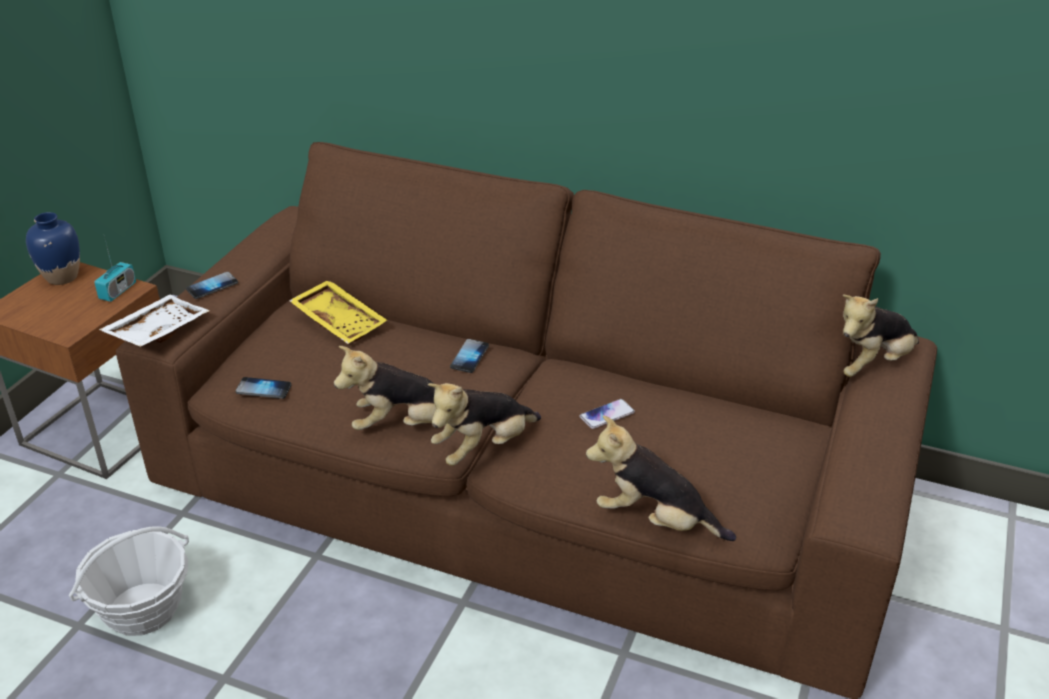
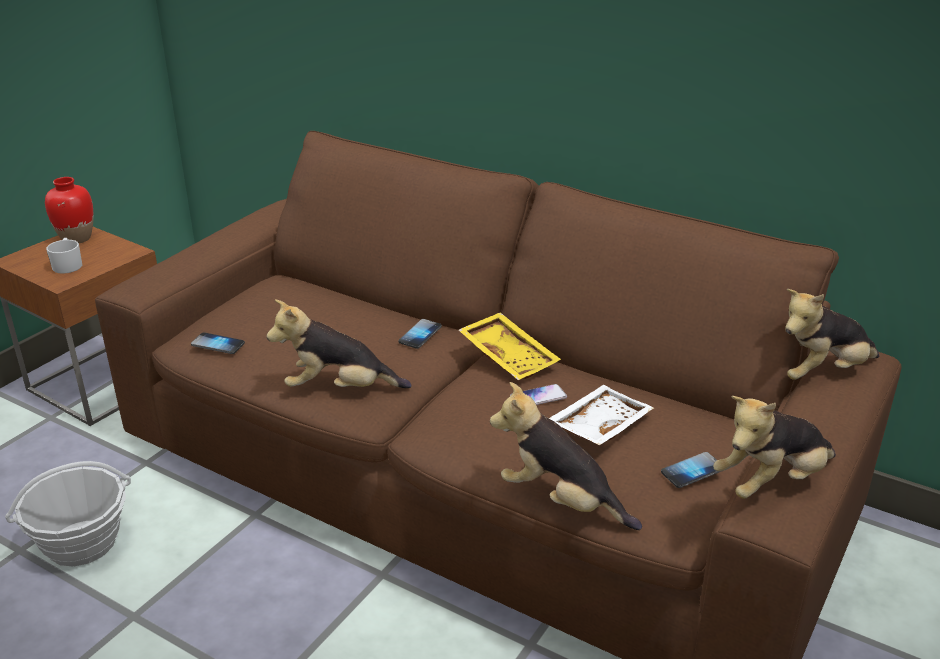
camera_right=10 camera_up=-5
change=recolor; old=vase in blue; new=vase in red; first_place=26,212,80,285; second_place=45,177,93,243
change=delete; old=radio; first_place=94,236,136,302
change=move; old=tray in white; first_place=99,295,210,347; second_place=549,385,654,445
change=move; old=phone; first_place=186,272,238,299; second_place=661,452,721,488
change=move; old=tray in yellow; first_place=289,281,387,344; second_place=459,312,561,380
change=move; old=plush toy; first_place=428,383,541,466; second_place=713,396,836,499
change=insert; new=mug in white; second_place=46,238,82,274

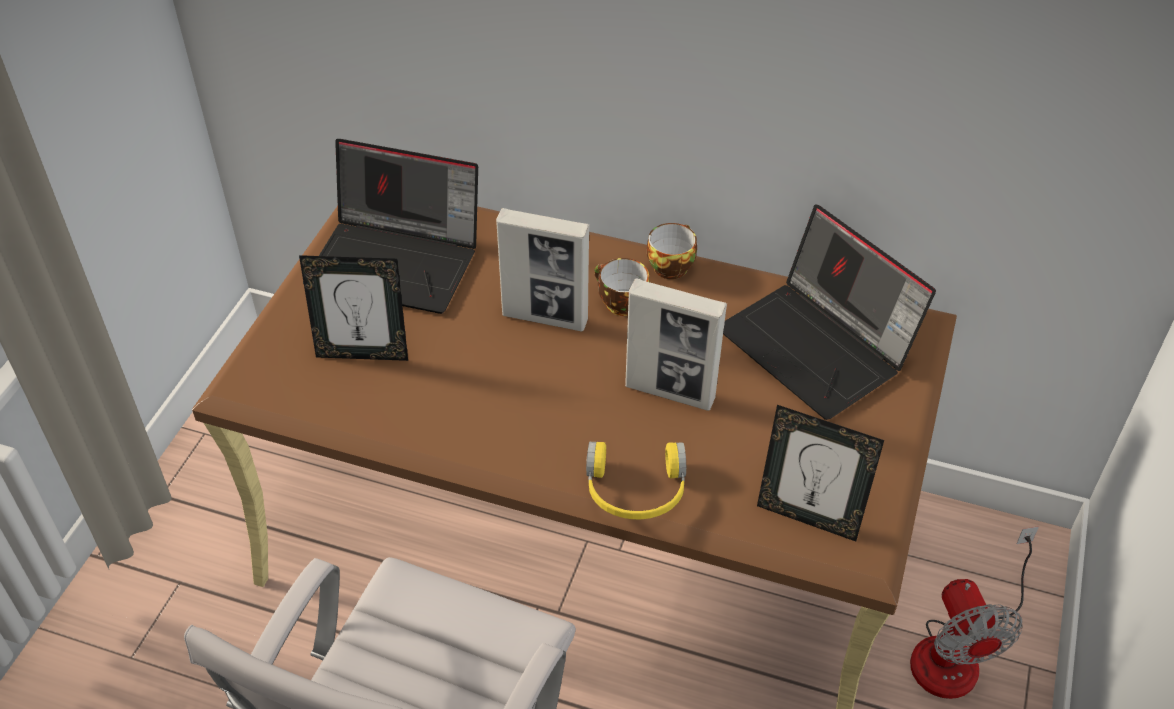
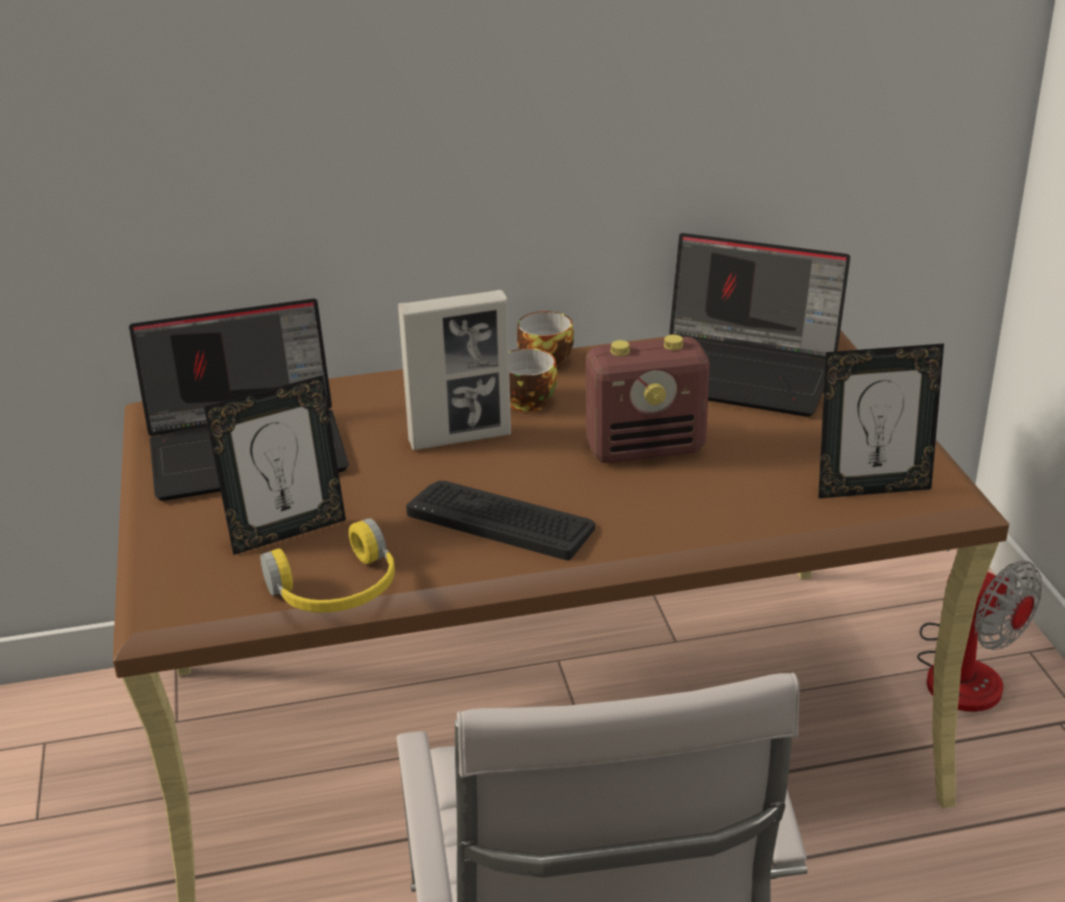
camera_right=-30 camera_up=-15
change=move; old=headphones in yellow; first_place=586,442,686,519; second_place=260,518,395,613
change=replace; old=picture frame; new=radio; first_place=625,278,727,411; second_place=586,335,710,463
change=insert; new=keyboard; second_place=406,481,595,560

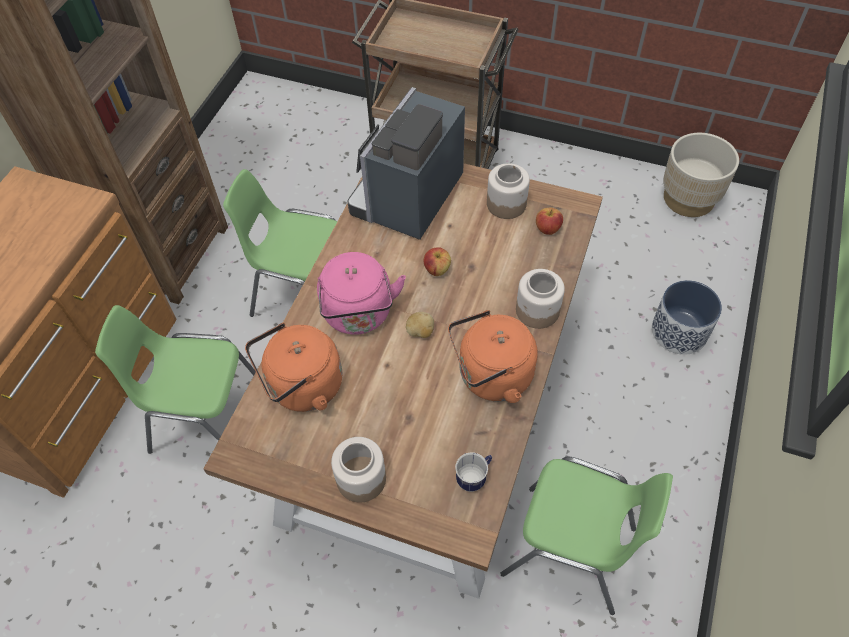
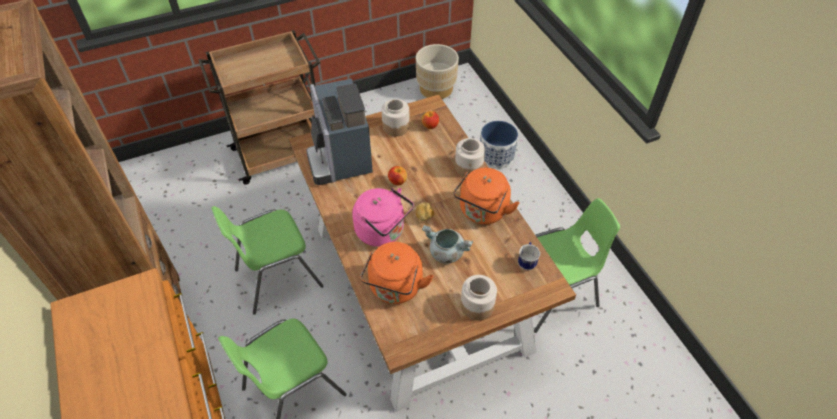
camera_right=-45 camera_up=-5
change=insert; new=cooking pot in grey; second_place=422,225,473,264

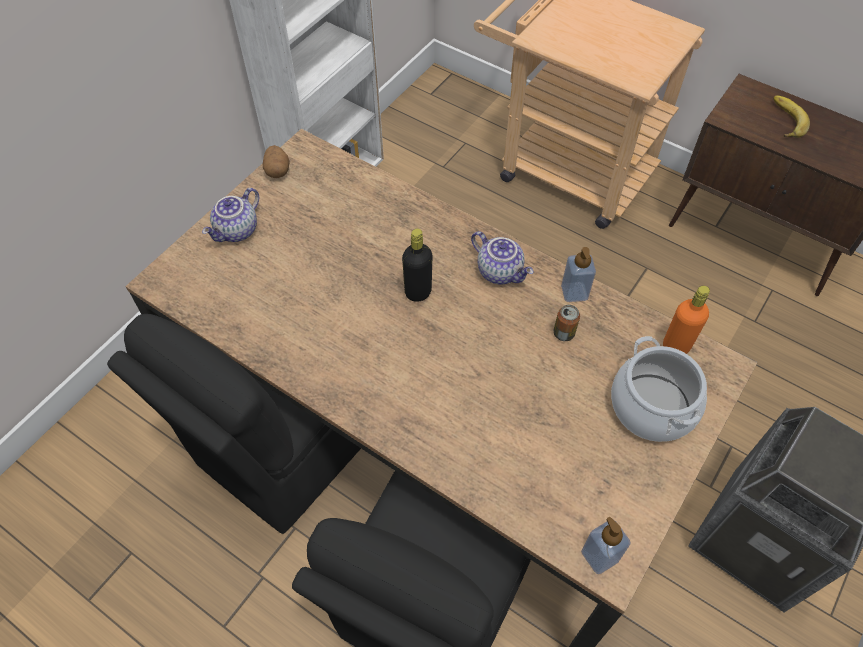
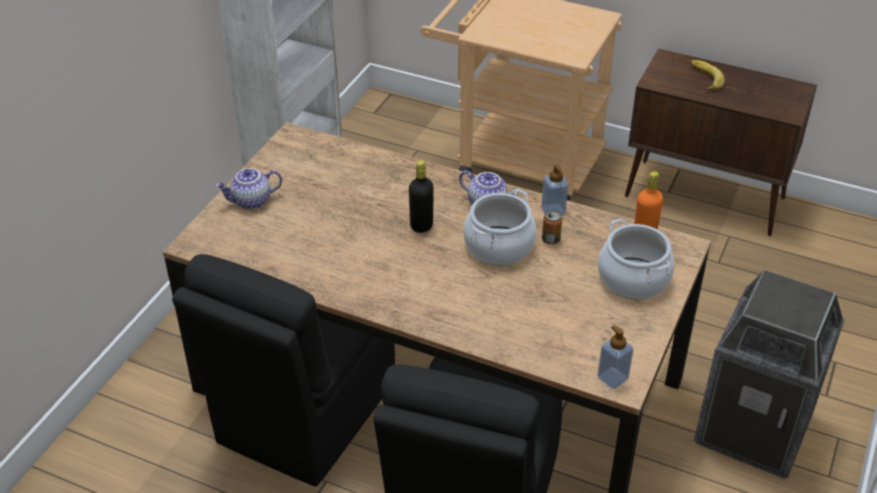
camera_right=-10 camera_up=-15
change=rotate; old=teapot; first_place=202,188,259,242; second_place=215,168,282,209; degrees=45
change=delete; old=potato; first_place=263,145,290,178
change=insert; new=cooking pot; second_place=463,189,536,266

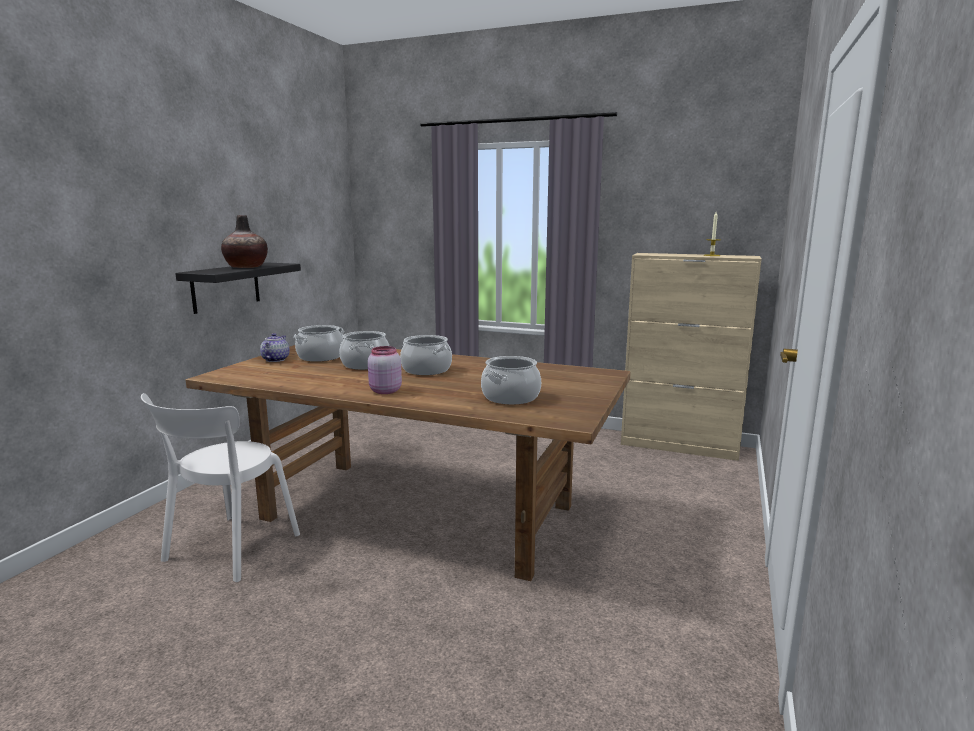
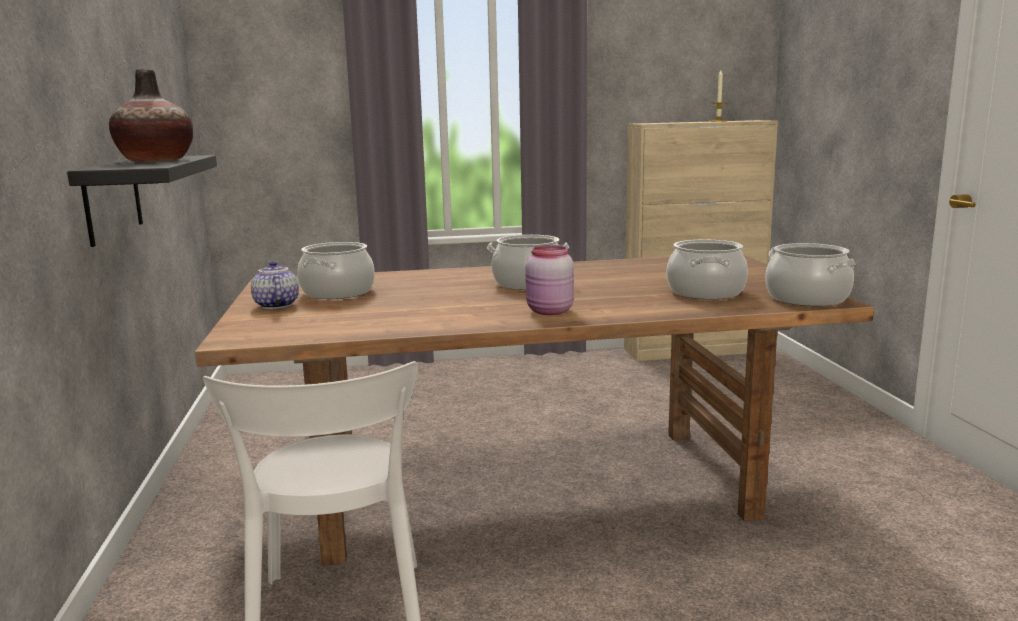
camera_right=-30 camera_up=0
change=move; old=cooking pot; first_place=339,331,389,370; second_place=765,243,856,306

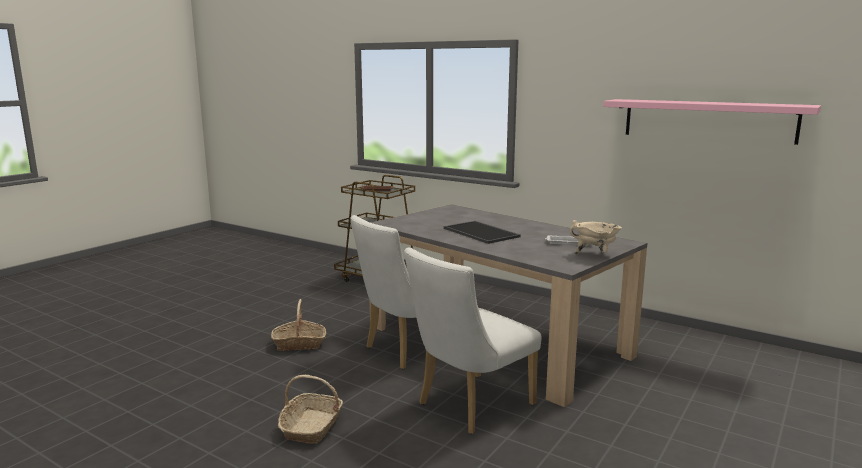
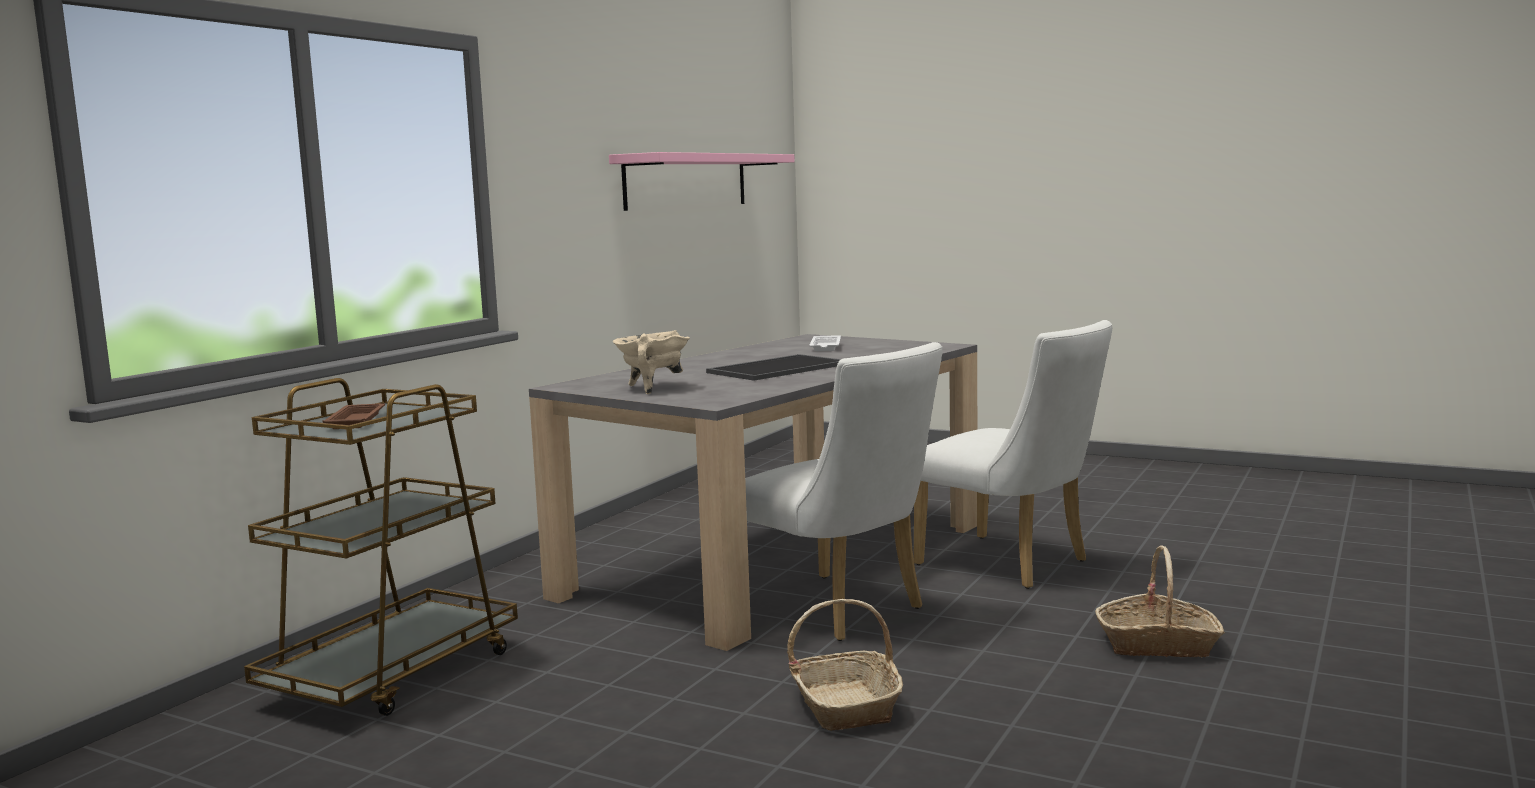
camera_right=-95 camera_up=-5
change=move; old=cooking pot in beige; first_place=570,220,622,255; second_place=613,330,690,394

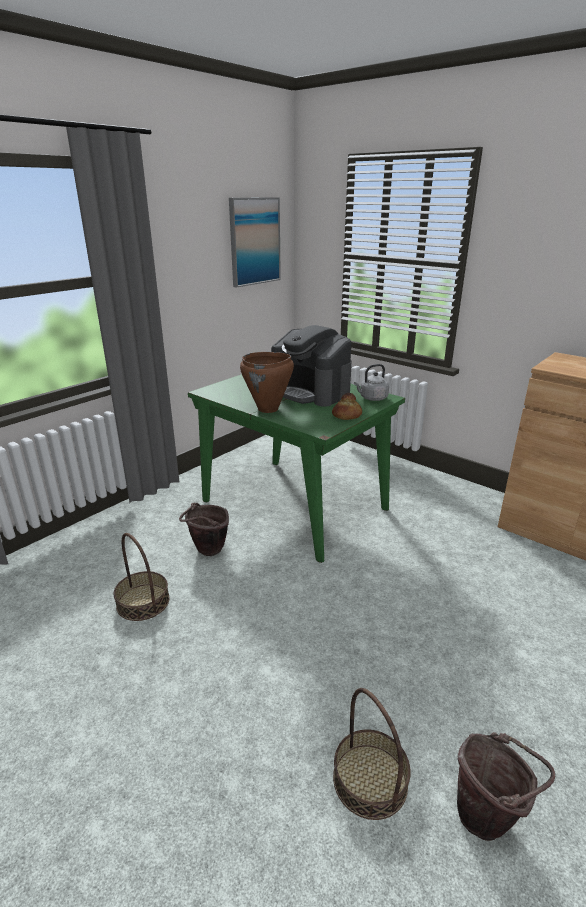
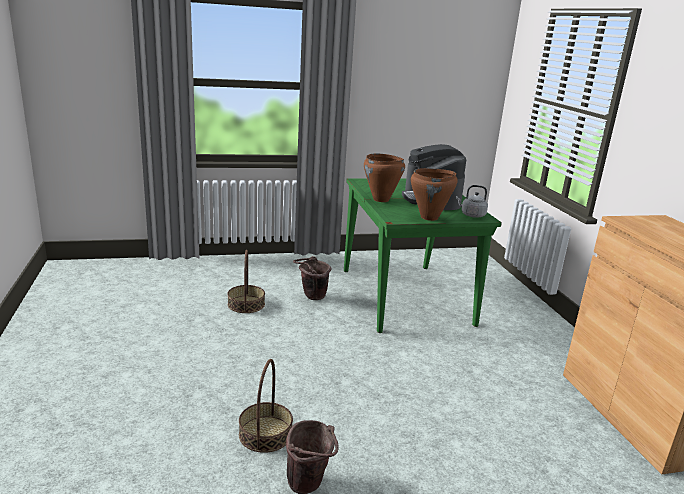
camera_right=35 camera_up=-5
change=delete; old=picture; first_place=229,197,281,287
change=replace; old=bread; new=cooking pot in brown; first_place=332,393,362,420; second_place=411,168,458,221

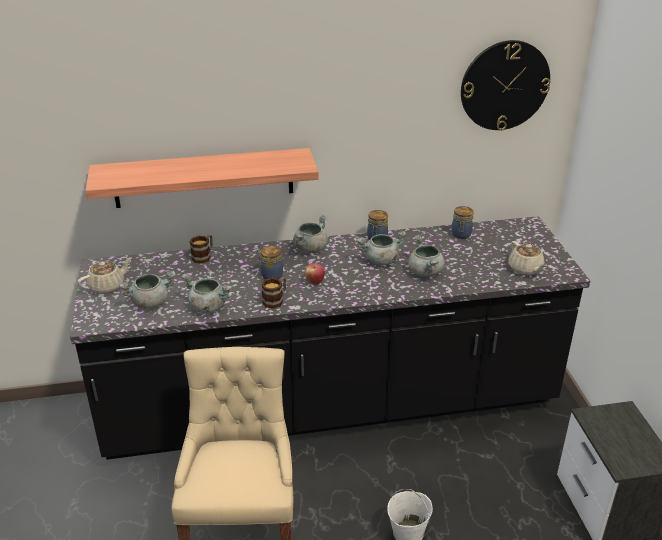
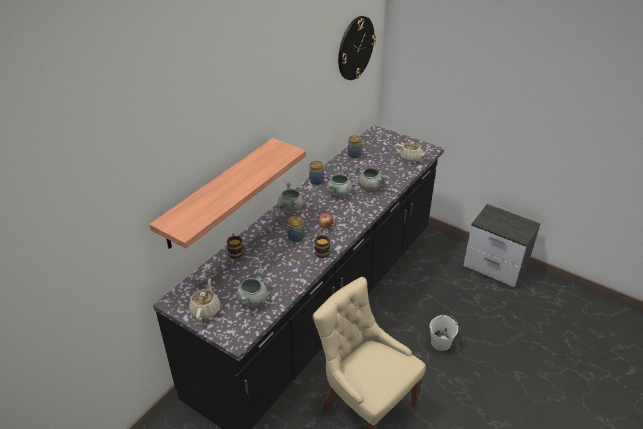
camera_right=-45 camera_up=5
change=delete; old=cooking pot in grey; first_place=181,274,232,313

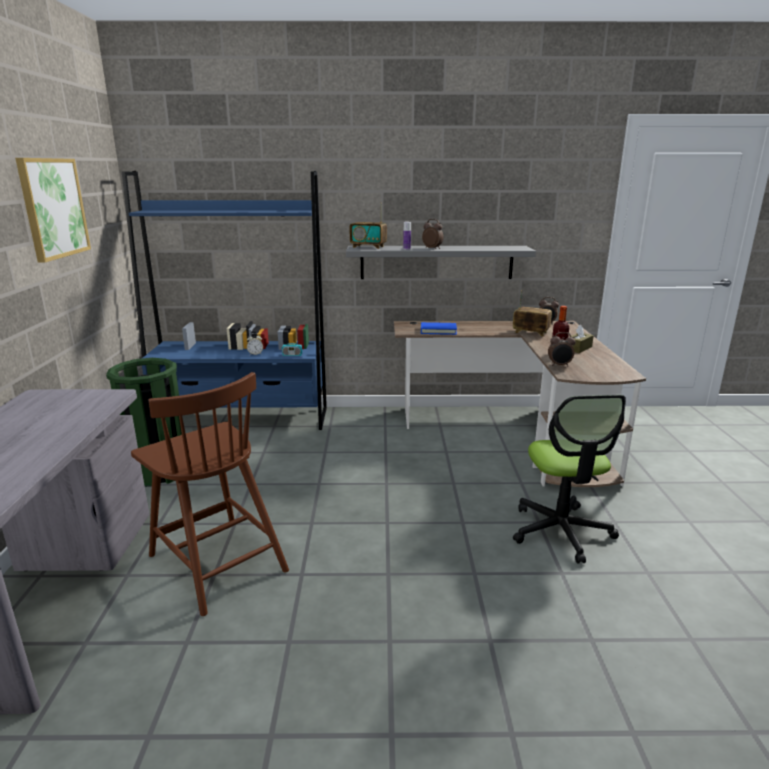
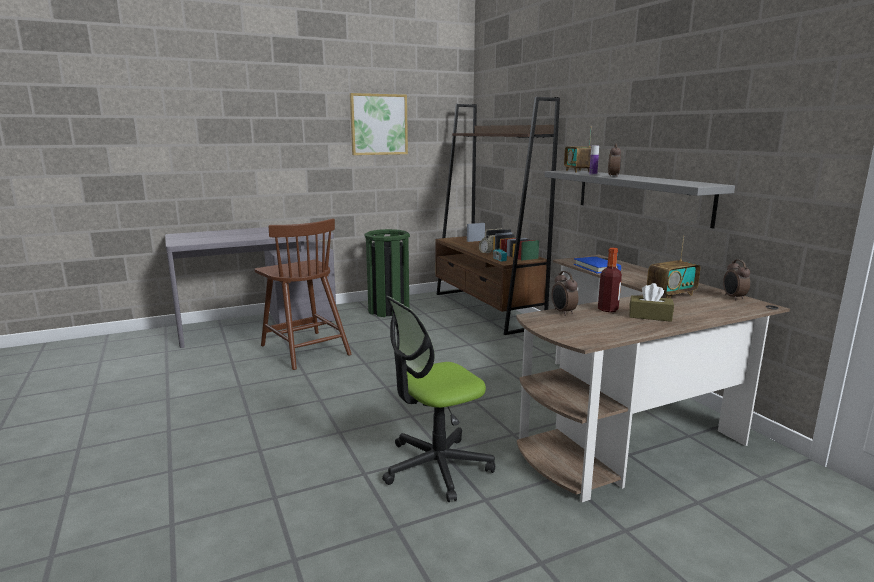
camera_right=65 camera_up=-5
change=recolor; old=bookcase in blue; new=bookcase in brown; first_place=122,171,327,430; second_place=435,97,560,335
change=rotate; old=chair in brown; first_place=131,372,289,616; second_place=254,218,352,370; degrees=-60
change=rotate; old=radio; first_place=513,290,552,336; second_place=647,236,700,298; degrees=60

